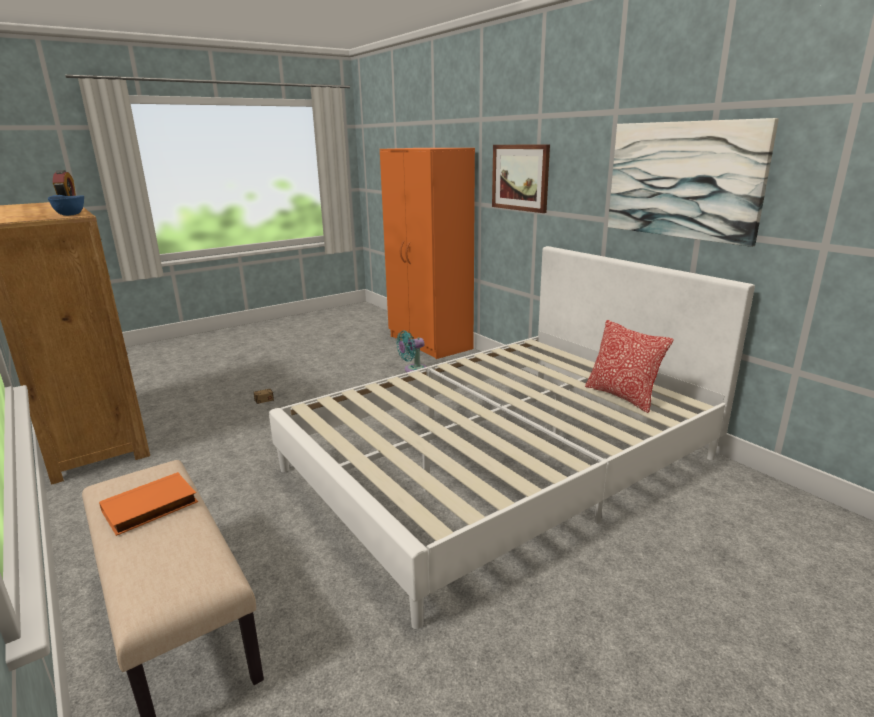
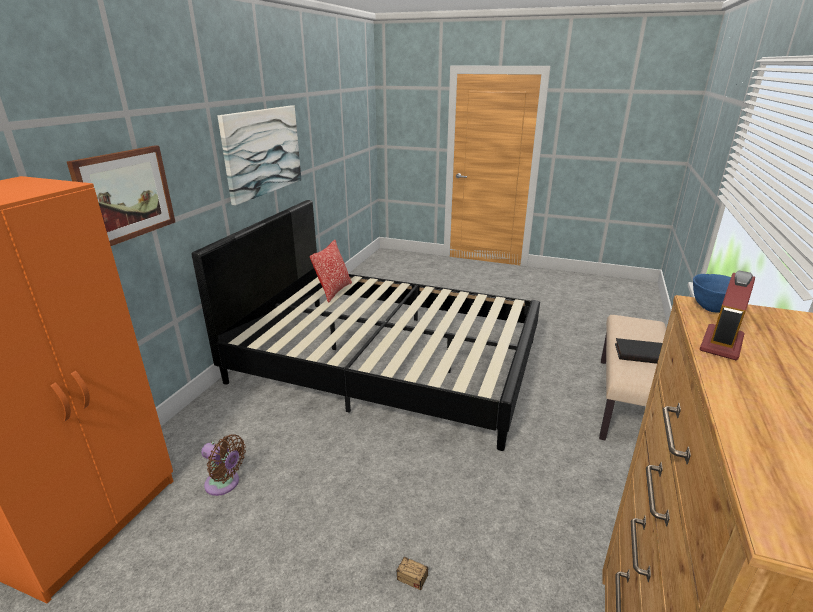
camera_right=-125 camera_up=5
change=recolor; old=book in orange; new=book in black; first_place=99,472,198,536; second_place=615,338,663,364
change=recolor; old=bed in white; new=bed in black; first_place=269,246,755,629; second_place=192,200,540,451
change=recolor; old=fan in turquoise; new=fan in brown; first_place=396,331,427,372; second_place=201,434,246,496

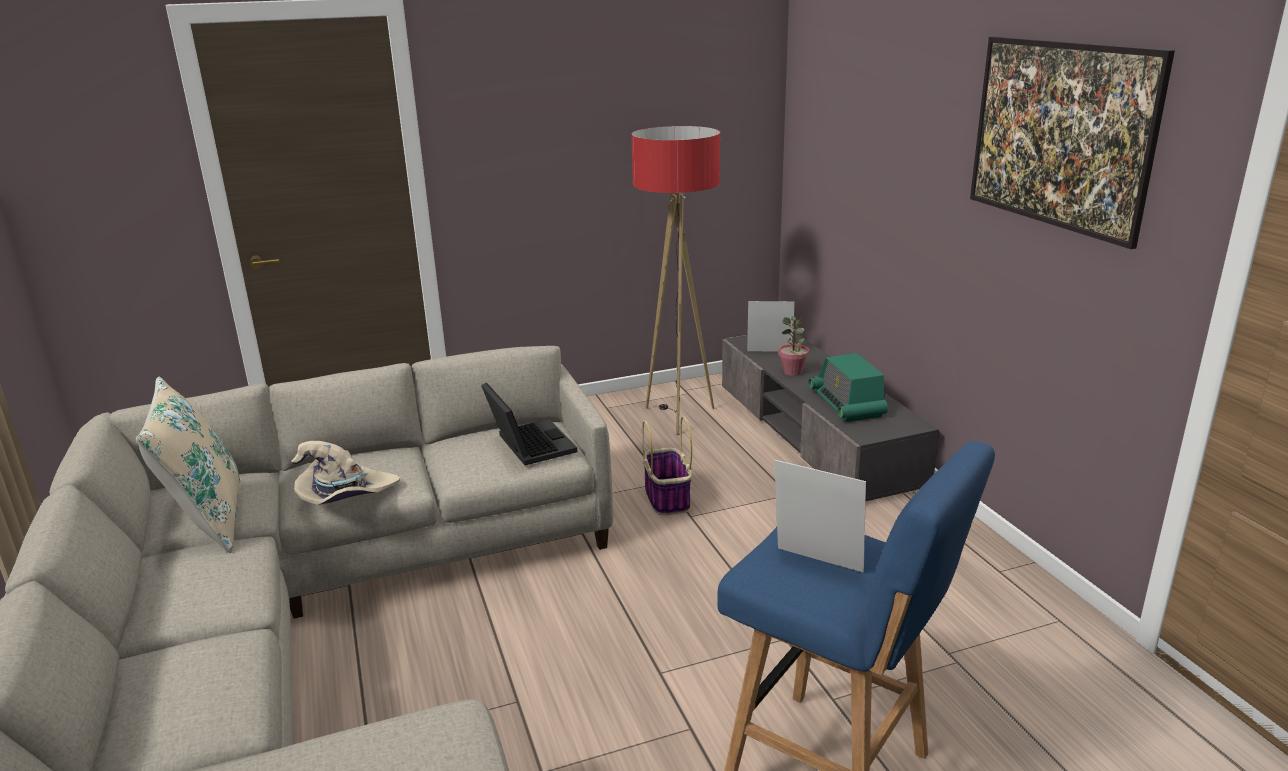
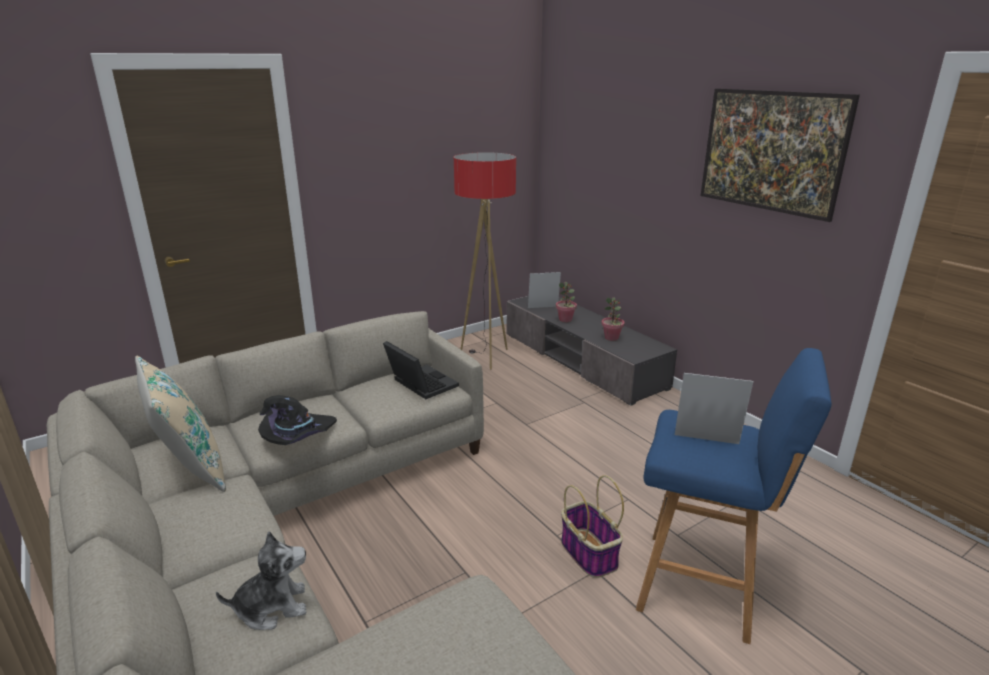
camera_right=-15 camera_up=0
change=recolor; old=hat in beige; new=hat in black; first_place=291,441,400,505; second_place=258,395,337,445
change=move; old=basket; first_place=642,416,692,515; second_place=561,475,624,578
change=replace; old=radio; new=potted plant; first_place=808,353,888,422; second_place=601,297,625,341
change=insert; new=plush toy; second_place=216,531,307,630

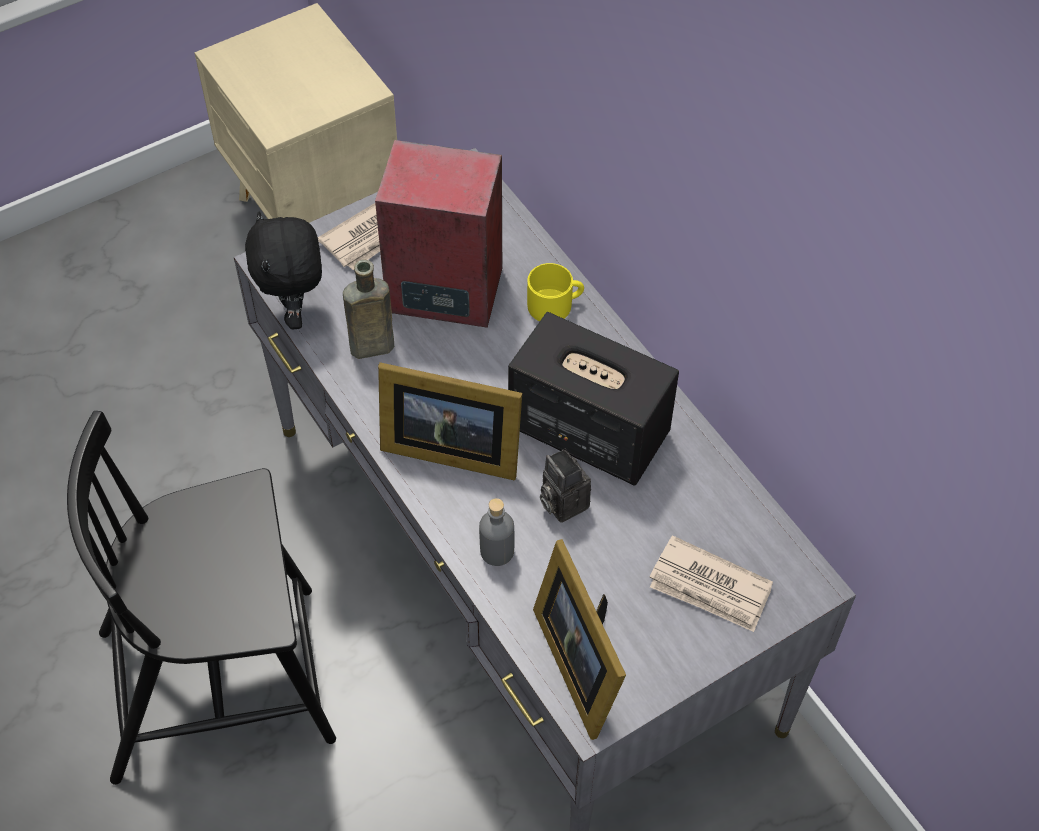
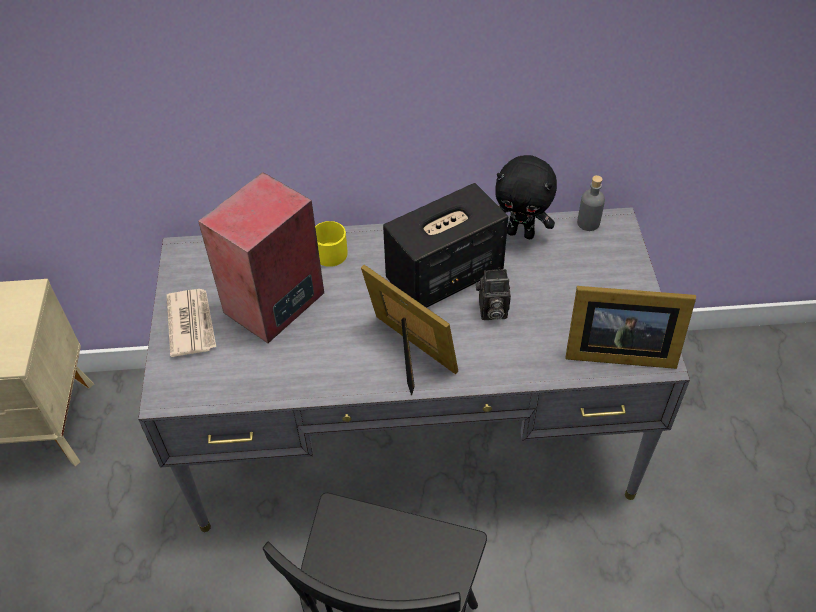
camera_right=-60 camera_up=-5
change=move; old=plush toy in black; first_place=245,212,322,330; second_place=495,155,557,239
change=delete; old=bottle in brown; first_place=343,260,394,359
change=rotate; old=picture frame; first_place=378,362,522,480; second_place=361,265,458,395; degrees=-90
change=move; old=bottle in grey; first_place=479,498,514,566; second_place=577,175,605,231
change=delete; old=newspaper; first_place=649,535,773,632

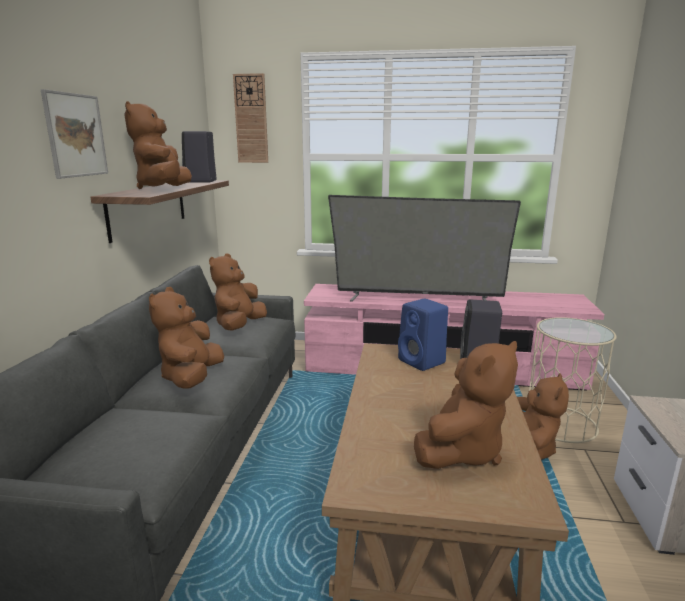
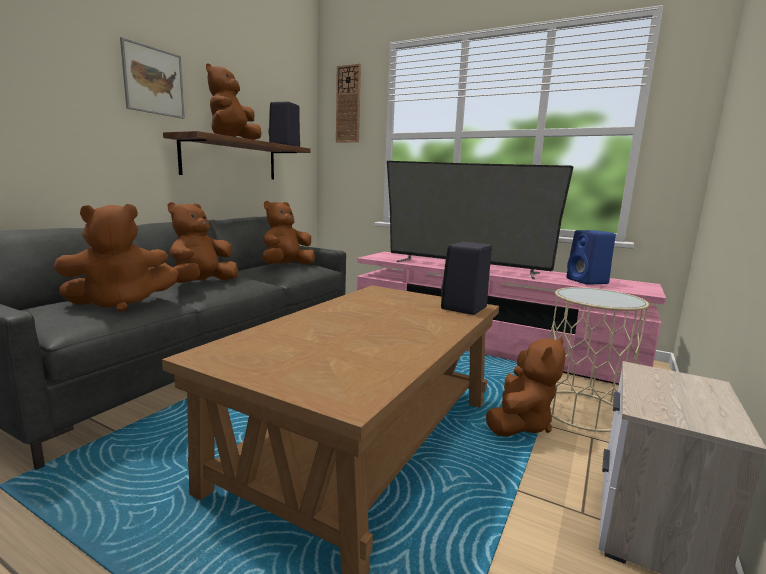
camera_right=20 camera_up=-5
change=move; old=speaker in blue; first_place=398,299,448,371; second_place=567,230,616,285
change=move; old=plush toy in brown; first_place=414,341,518,469; second_place=54,204,179,312

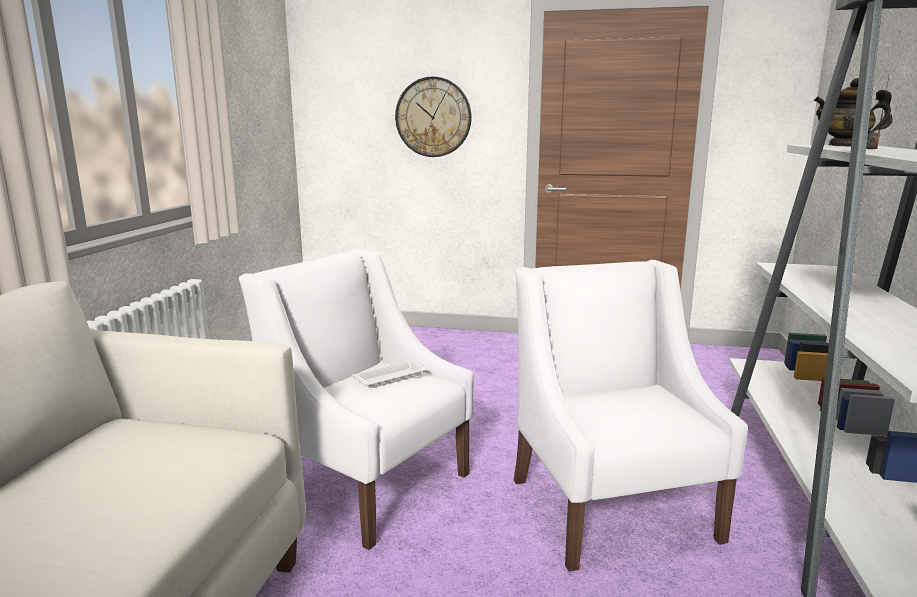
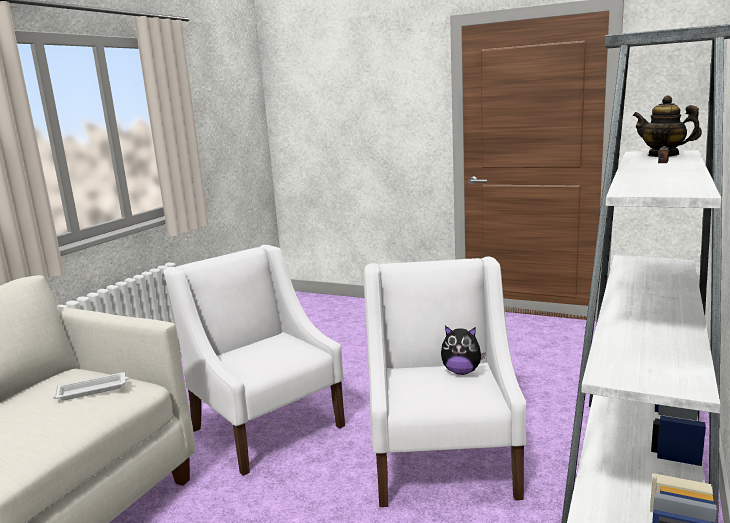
camera_right=15 camera_up=0
change=move; old=tray in white; first_place=353,360,427,388; second_place=53,372,129,400
change=delete; old=wall clock; first_place=395,76,472,157
change=insert; new=plush toy; second_place=441,326,486,375

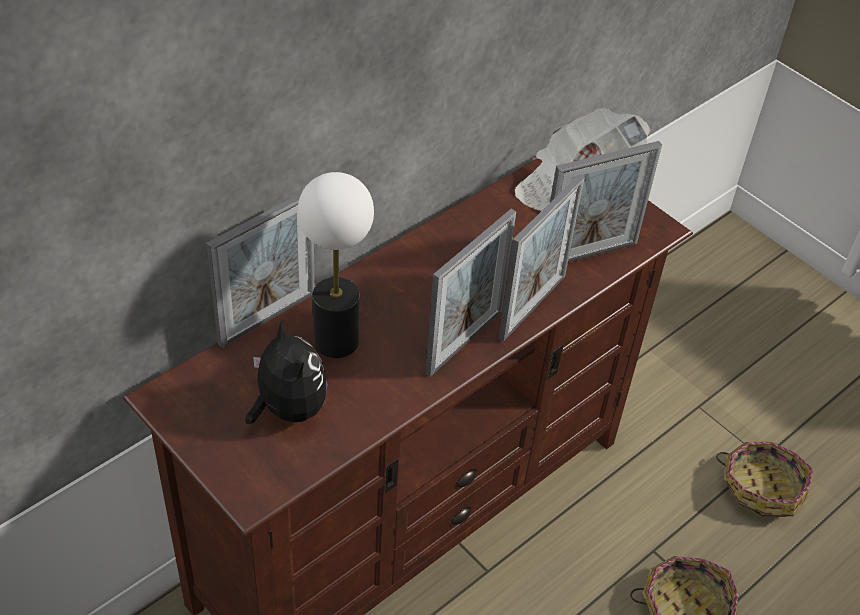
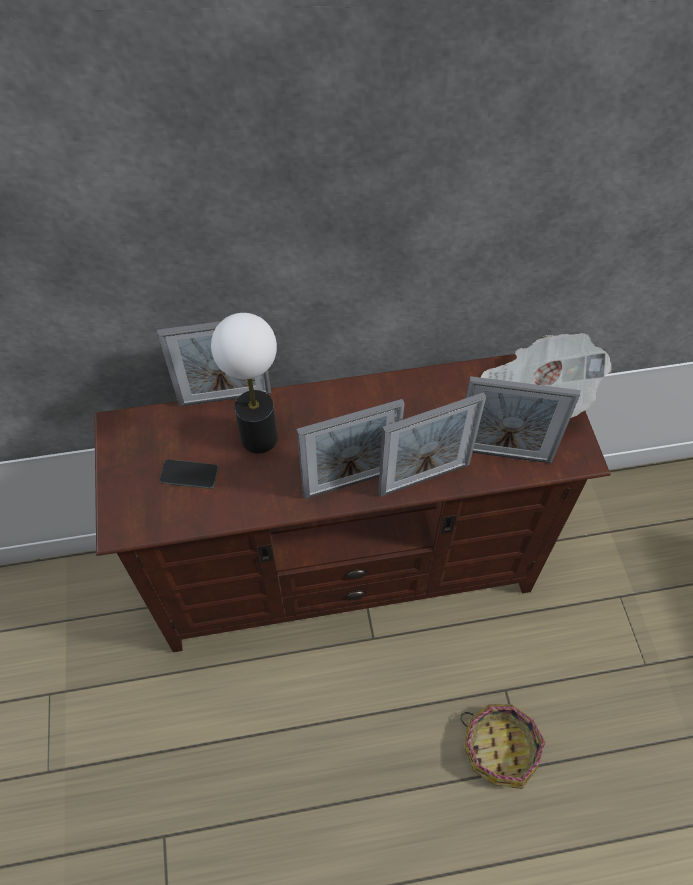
camera_right=35 camera_up=10
change=replace; old=plush toy; new=phone; first_place=245,319,328,424; second_place=159,459,219,489
change=delete; old=basket; first_place=716,442,813,517

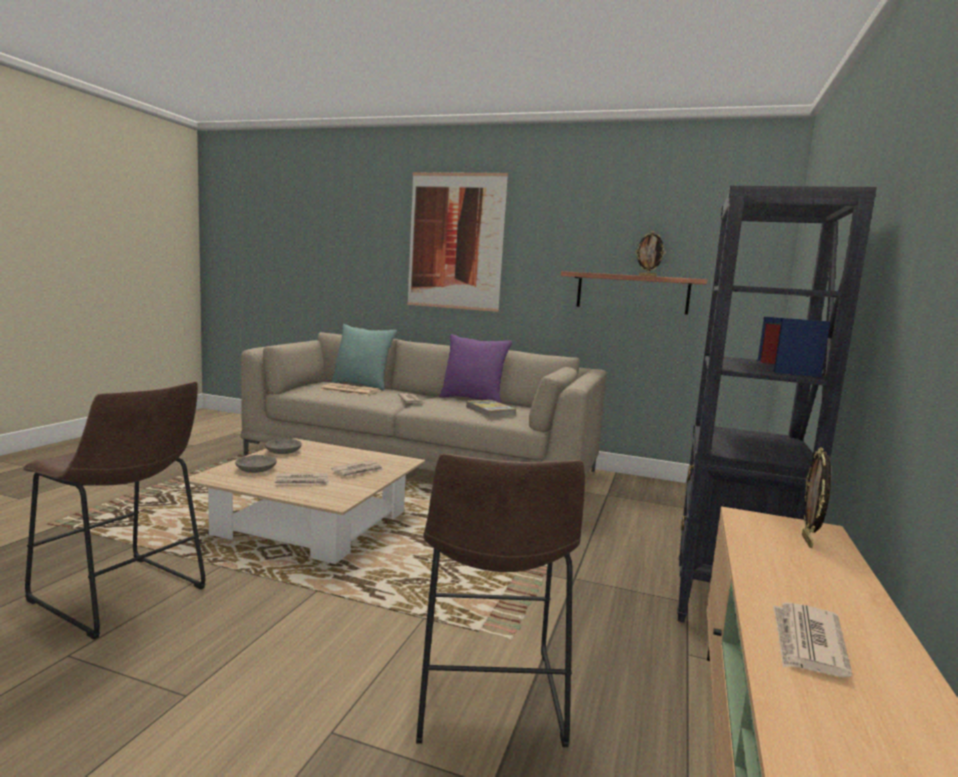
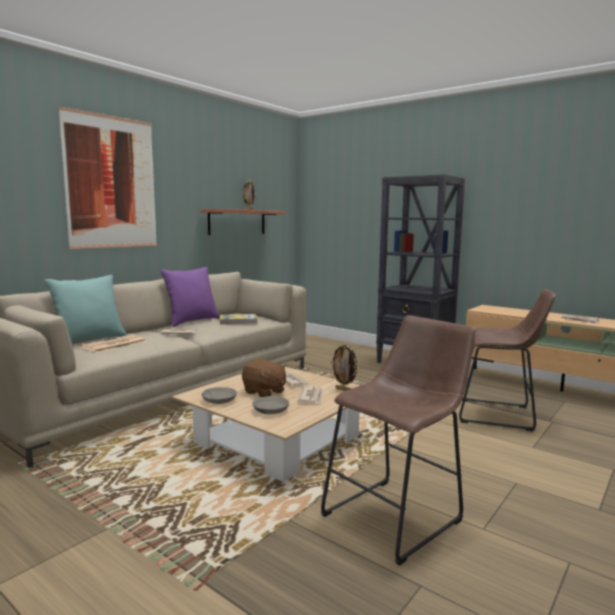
camera_right=-70 camera_up=0
change=move; old=picture frame; first_place=802,447,831,548; second_place=331,343,358,391
change=insert; new=plush toy in brown; second_place=242,359,287,397

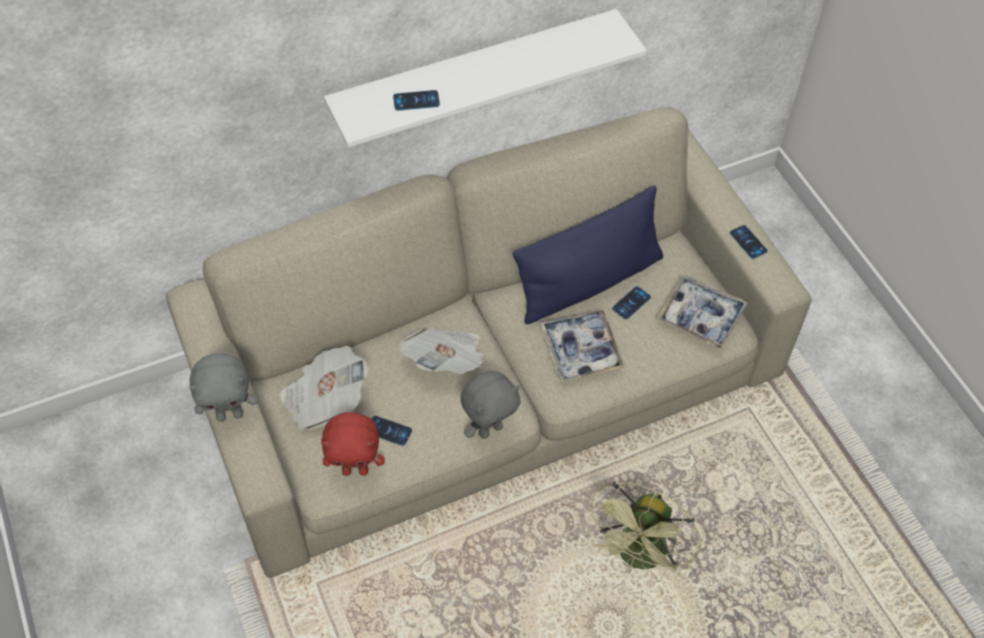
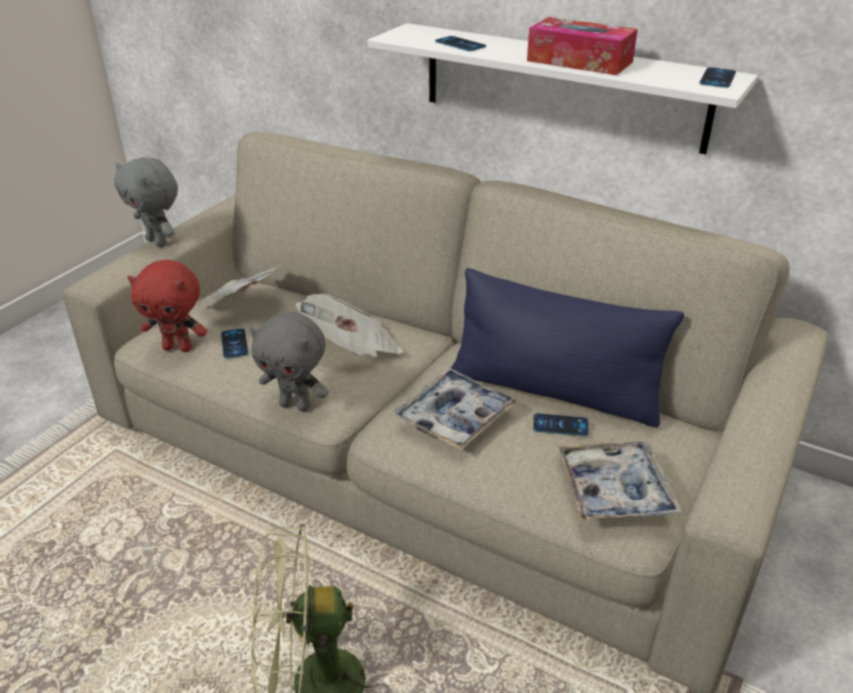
camera_right=55 camera_up=-20
change=rotate; old=plush toy in red; first_place=321,412,385,476; second_place=127,260,207,352; degrees=-45
change=move; old=phone; first_place=730,225,768,259; second_place=699,67,736,88
change=insert; new=tissue box; second_place=527,17,638,75

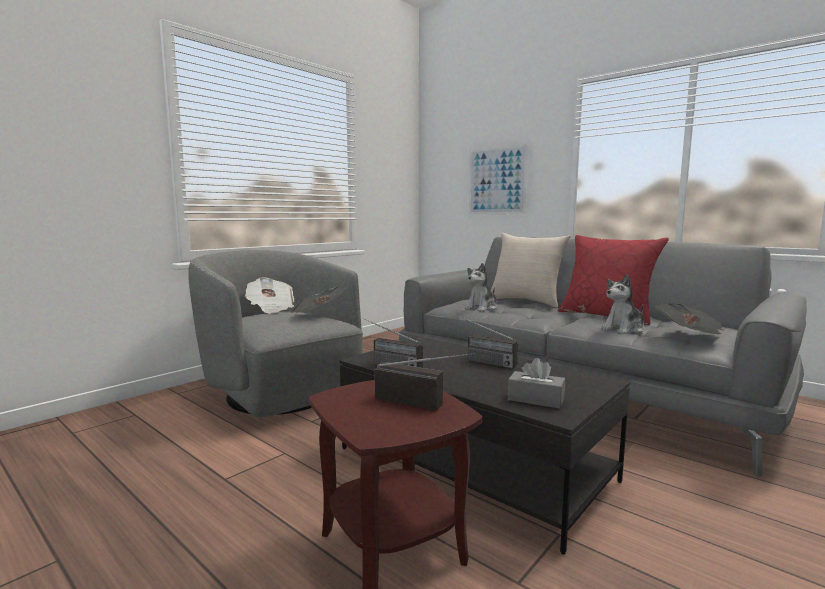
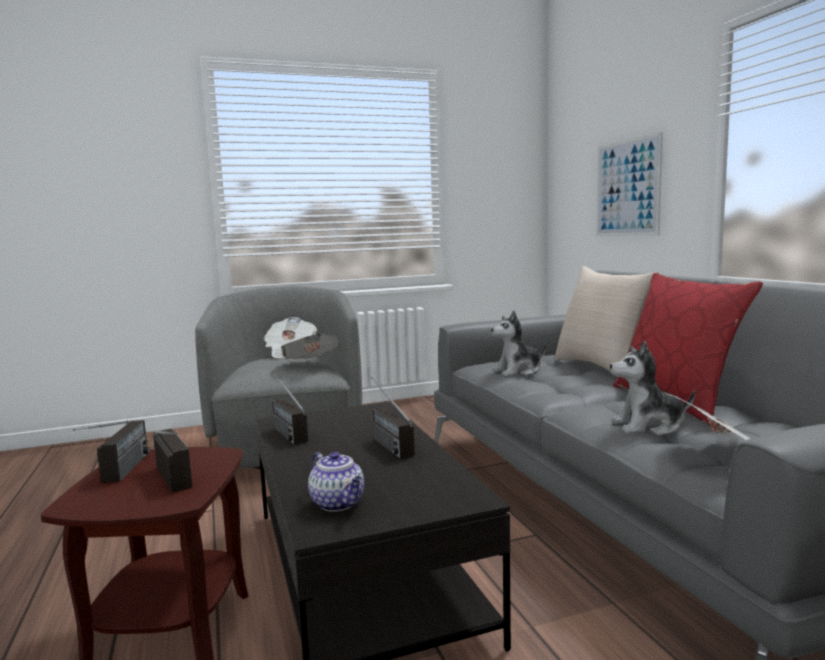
camera_right=30 camera_up=0
change=replace; old=tissue box in grey; new=teapot; first_place=508,358,565,409; second_place=308,452,364,512
change=insert; new=radio; second_place=73,420,150,483

